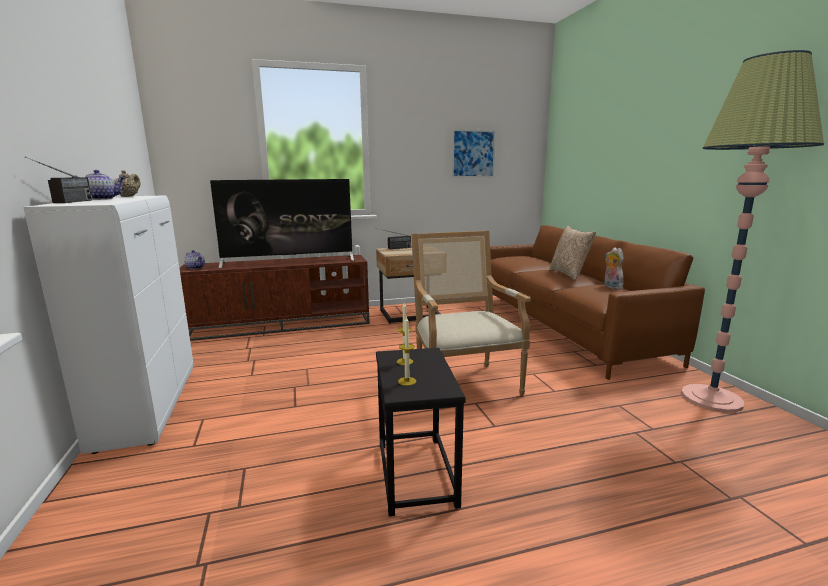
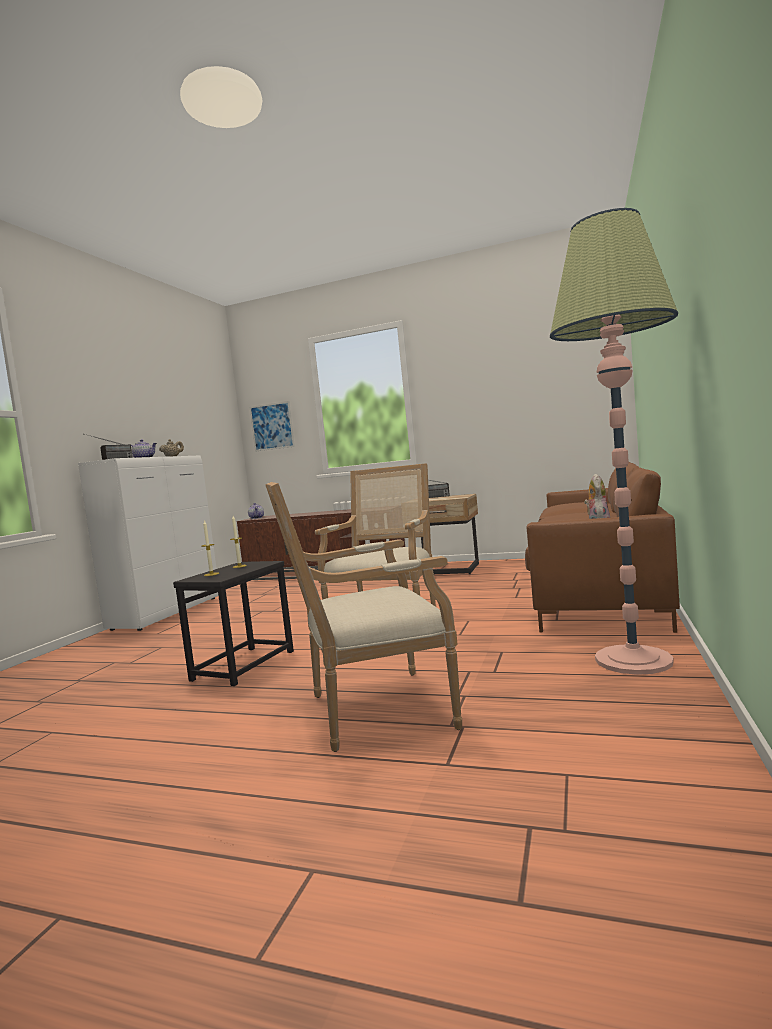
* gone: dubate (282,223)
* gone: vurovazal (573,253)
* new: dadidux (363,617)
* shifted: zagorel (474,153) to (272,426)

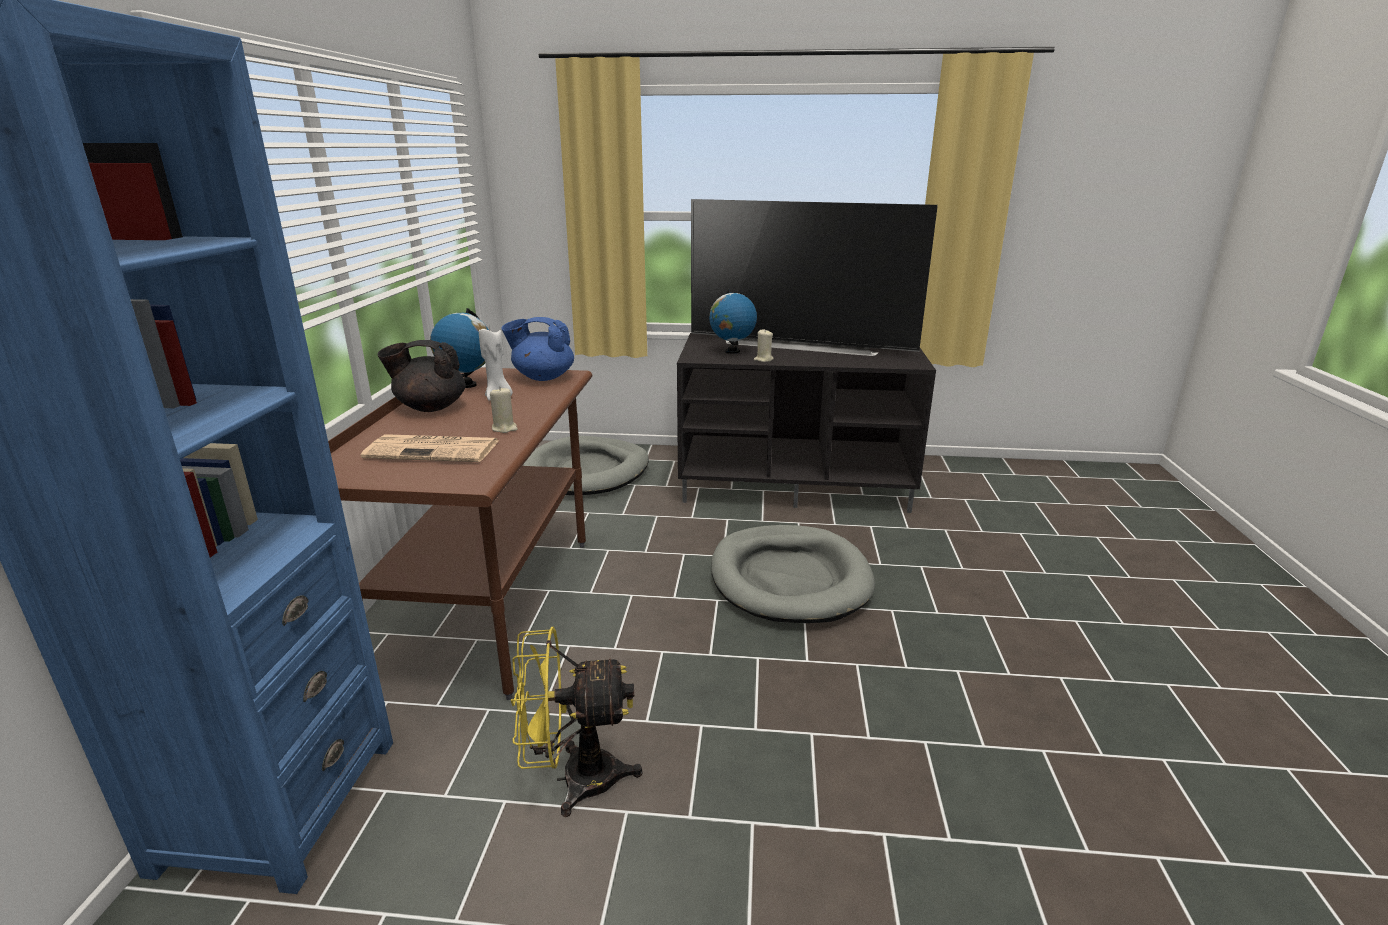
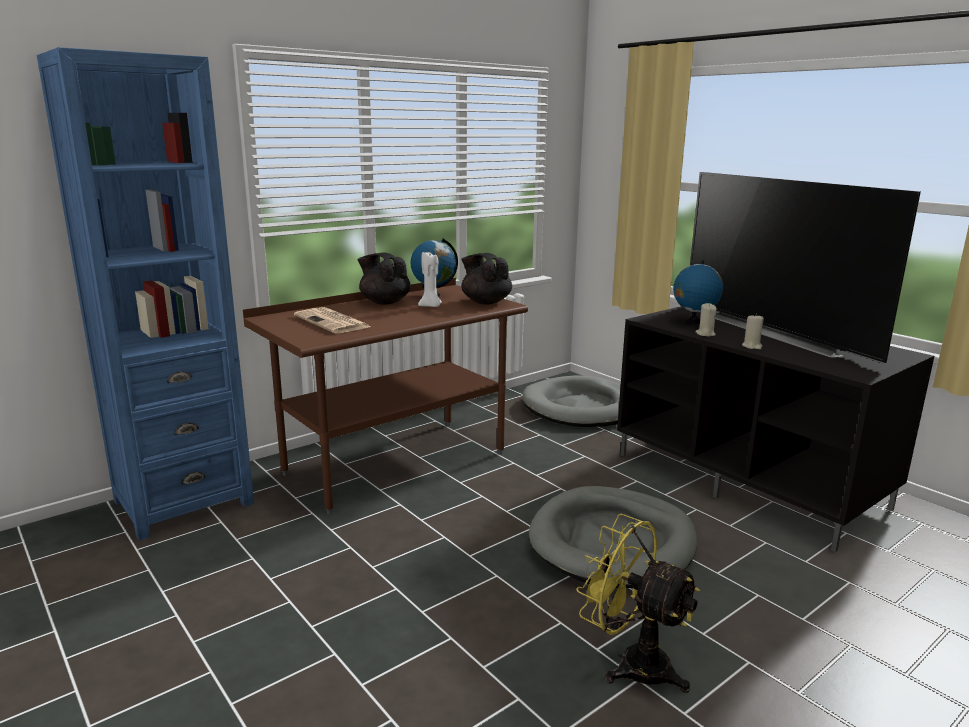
* shifted: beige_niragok (504,410) to (753,331)
* shifted: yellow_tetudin (577,722) to (638,603)
* repainted: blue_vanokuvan (537,349) to black_vanokuvan (486,278)

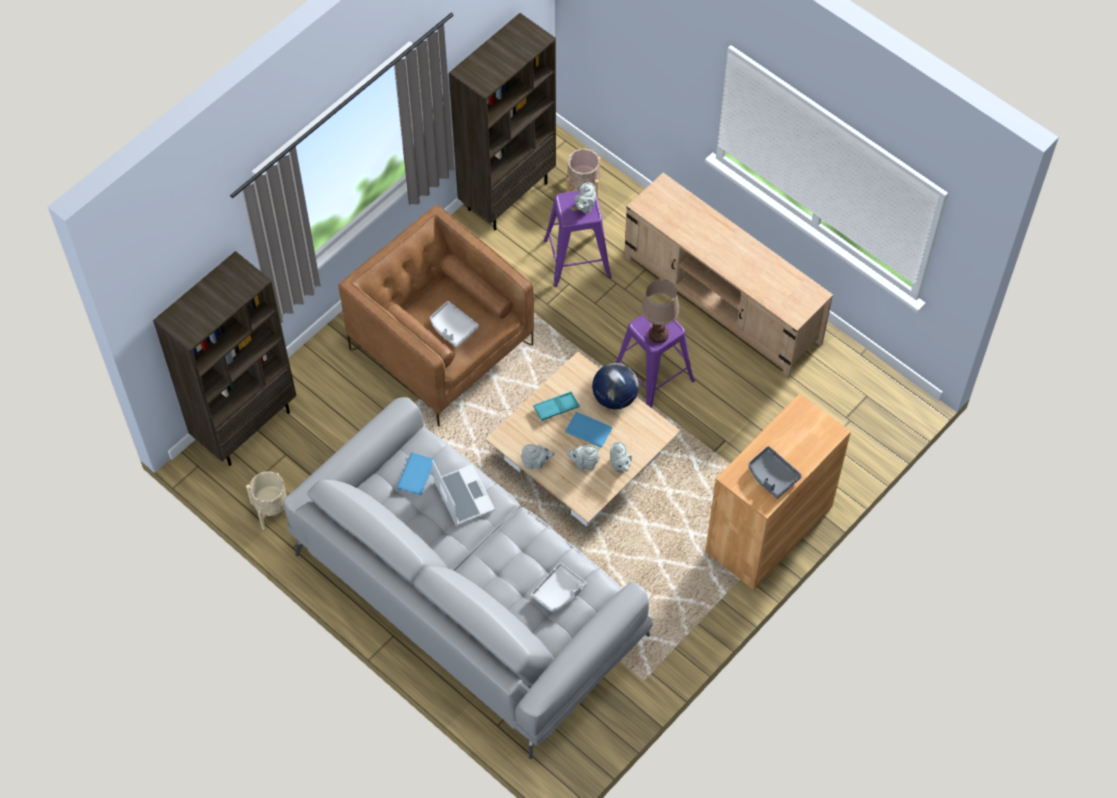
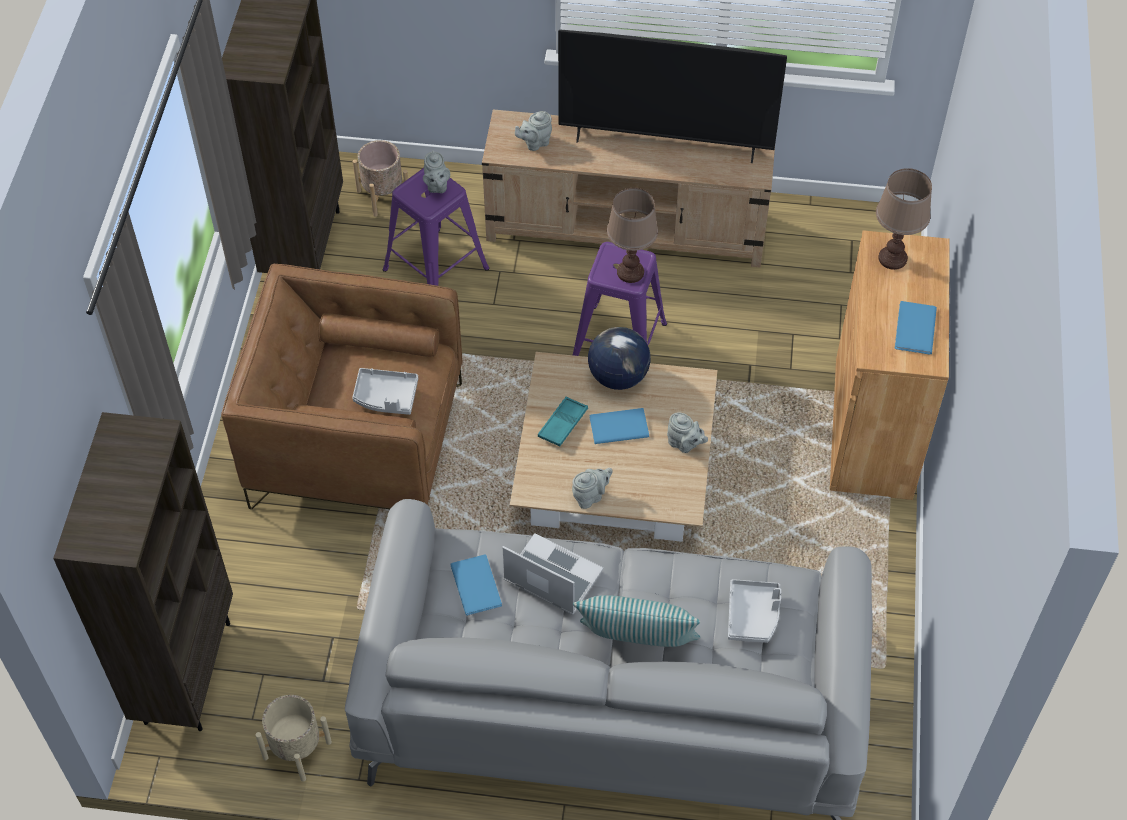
* new: dubate (672,96)
* new: vurovazal (636,621)
* new: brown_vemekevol (904,219)
* shifted: grey_vanokuvan (583,458) to (533,131)
* swapped: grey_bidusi (775,472) to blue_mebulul (916,328)

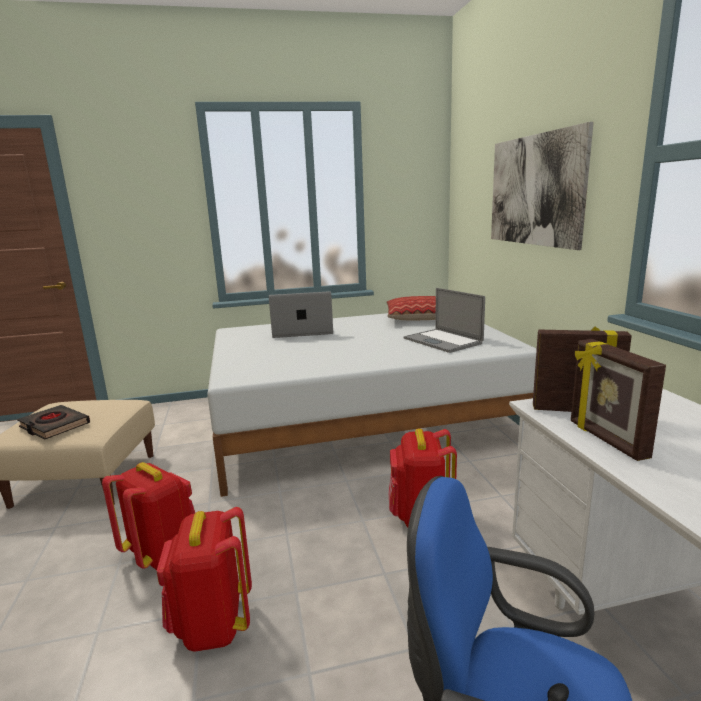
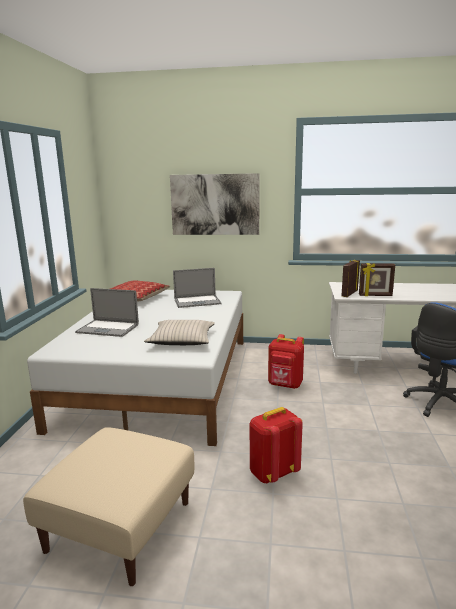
* gone: black_mebulul (53,422)
* gone: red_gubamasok (204,579)
* new: beige_vurovazal (179,332)
* rotated: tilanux (301,314) = (107,312) 90 degrees counterclockwise

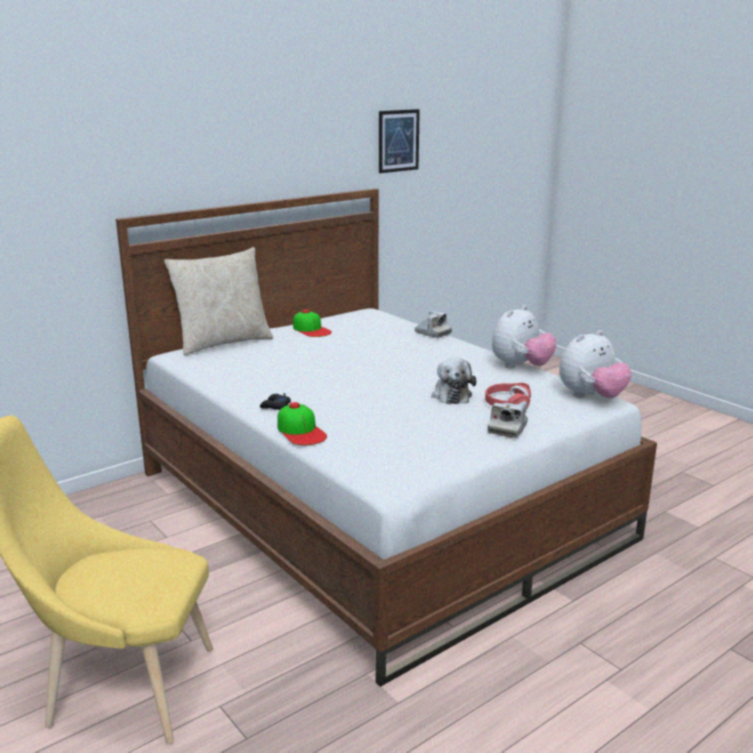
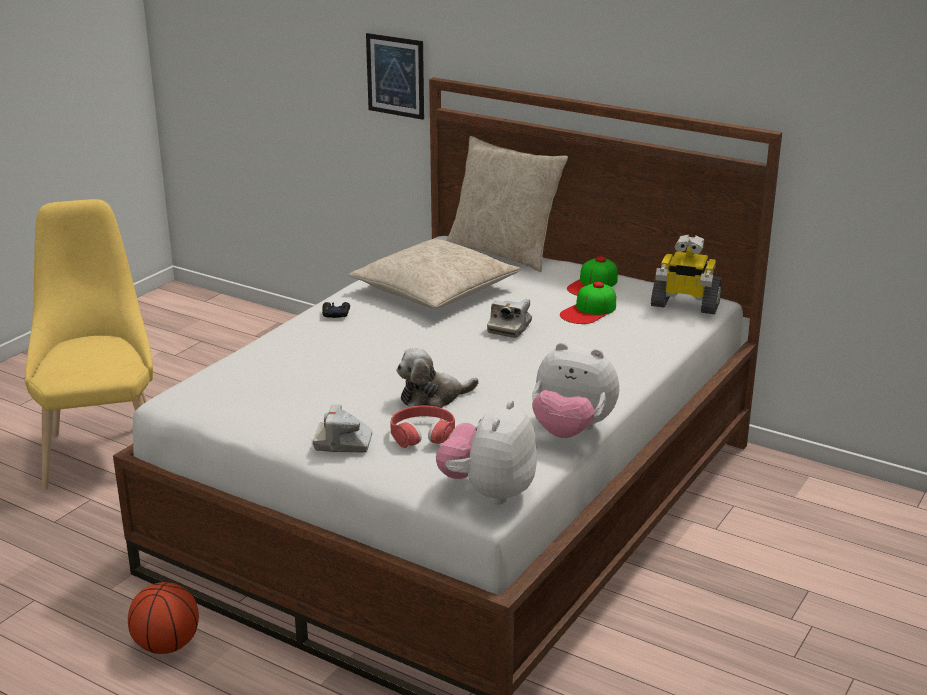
* new: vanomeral (163,618)
* new: beige_vurovazal (435,273)
* new: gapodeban (686,274)
* shifted: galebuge (302,423) to (588,303)
* shifted: zagorel (399,141) to (395,76)
* shifted: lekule (433,324) to (509,318)
* rotated: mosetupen (595,364) = (486,452) 75 degrees clockwise

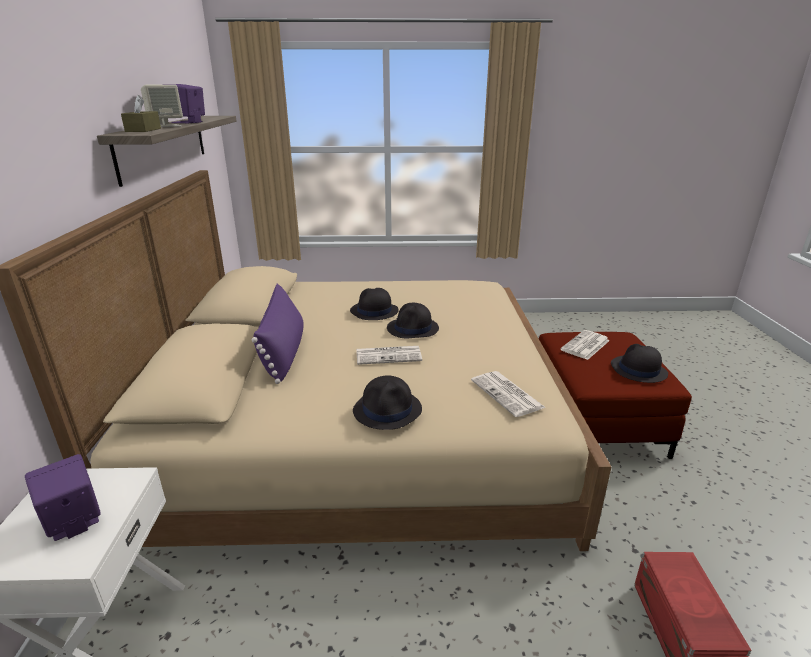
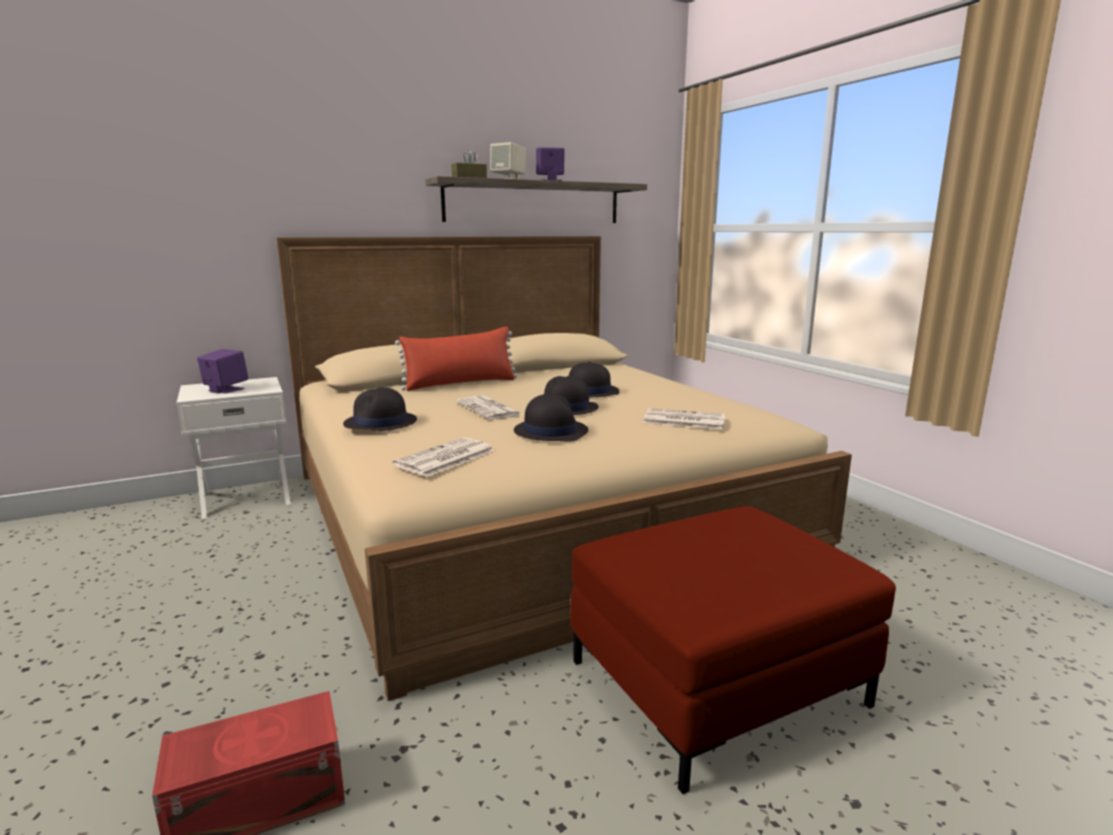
* shifted: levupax (585,345) to (684,418)
* shifted: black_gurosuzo (639,363) to (551,418)
* repainted: purple_vurovazal (278,334) to red_vurovazal (456,358)

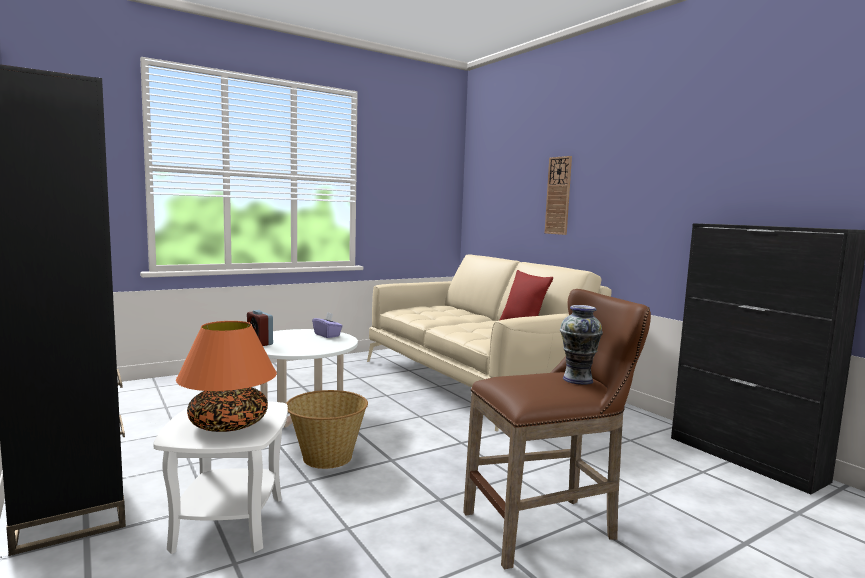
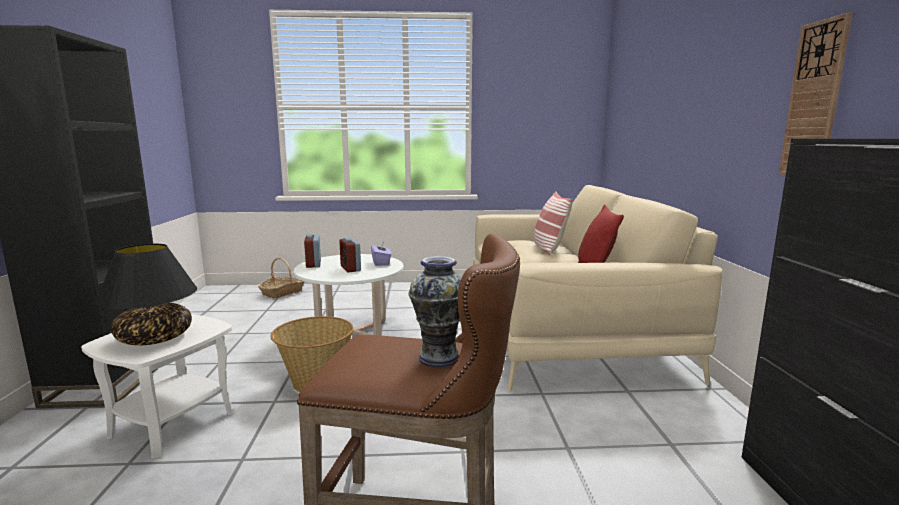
* new: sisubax (281,278)
* new: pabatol (350,255)
* new: vurovazal (553,223)
* shifted: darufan (558,195) to (815,94)
* repainted: orange_vemekevol (226,376) to black_vemekevol (146,294)

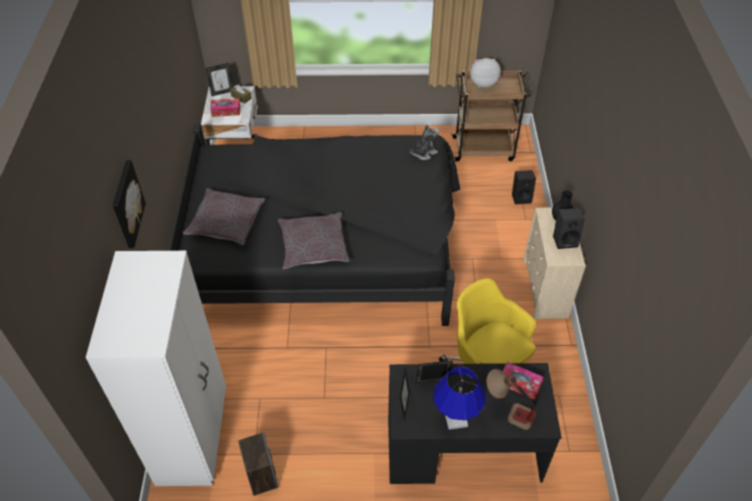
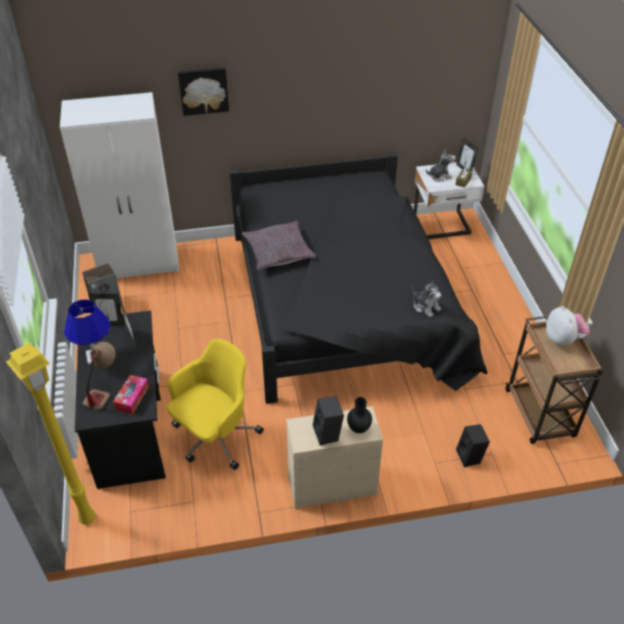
* gone: grey_vurovazal (224,216)
* new: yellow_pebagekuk (51,433)
* swapped: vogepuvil (225,107) to mosetupen (440,165)

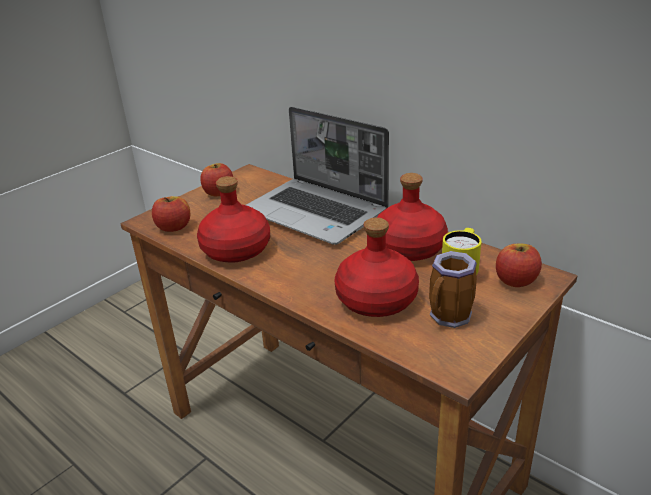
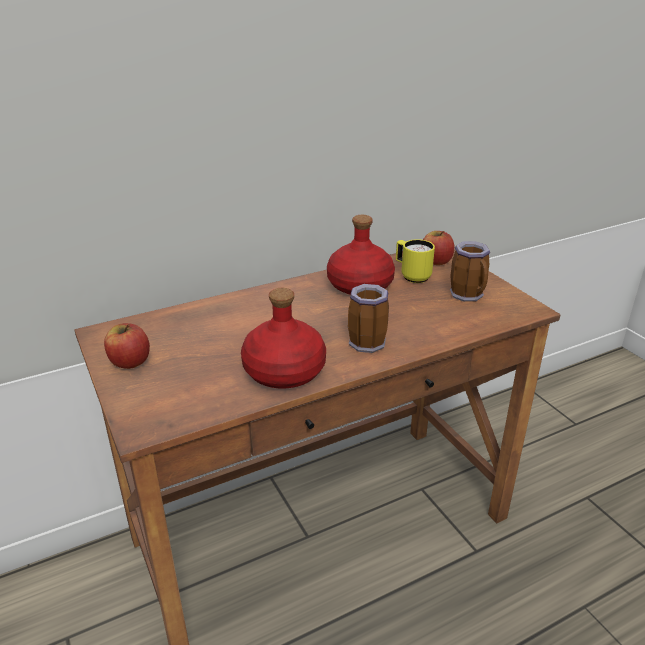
* gone: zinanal (171,214)
* gone: tilanux (317,176)
* gone: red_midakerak (376,267)
* new: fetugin (368,318)

